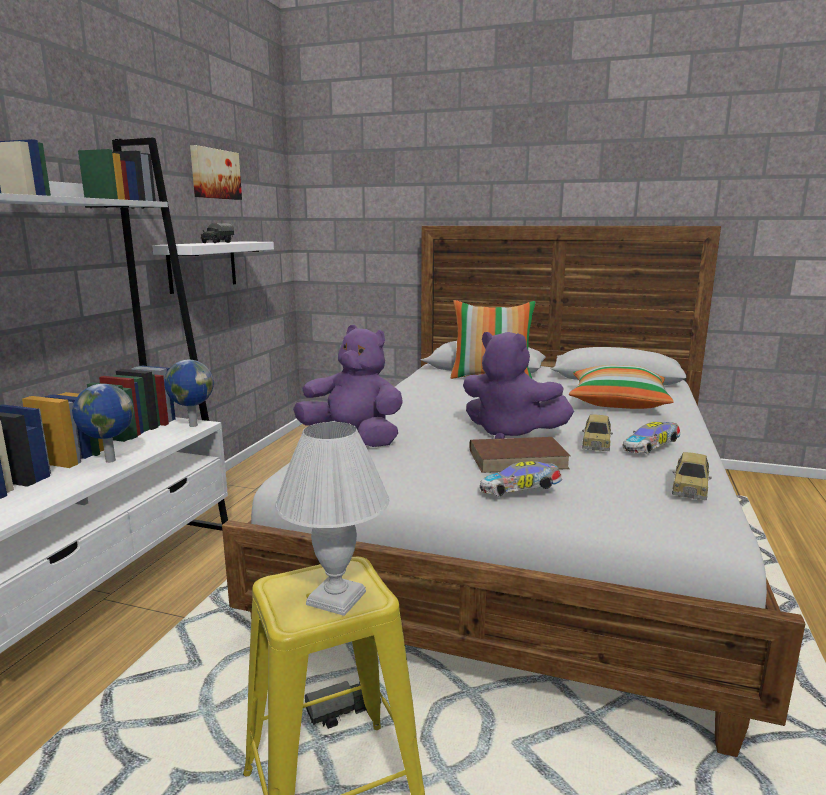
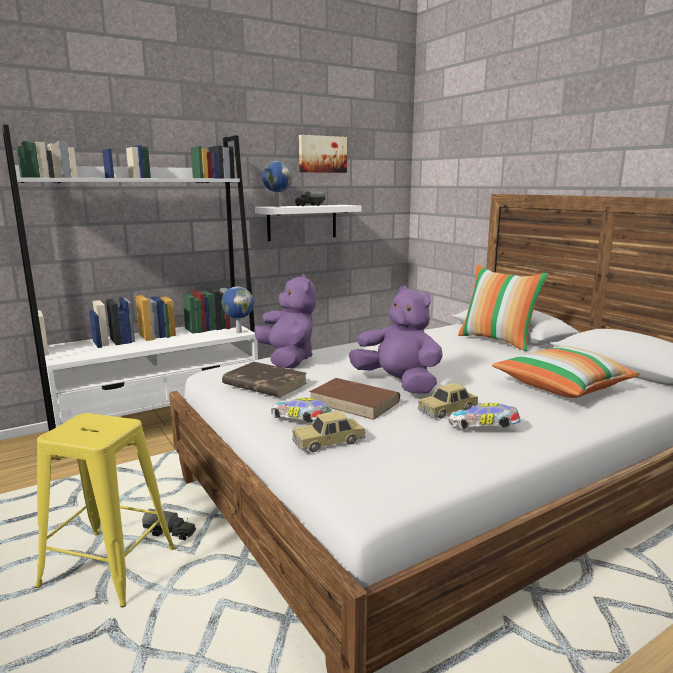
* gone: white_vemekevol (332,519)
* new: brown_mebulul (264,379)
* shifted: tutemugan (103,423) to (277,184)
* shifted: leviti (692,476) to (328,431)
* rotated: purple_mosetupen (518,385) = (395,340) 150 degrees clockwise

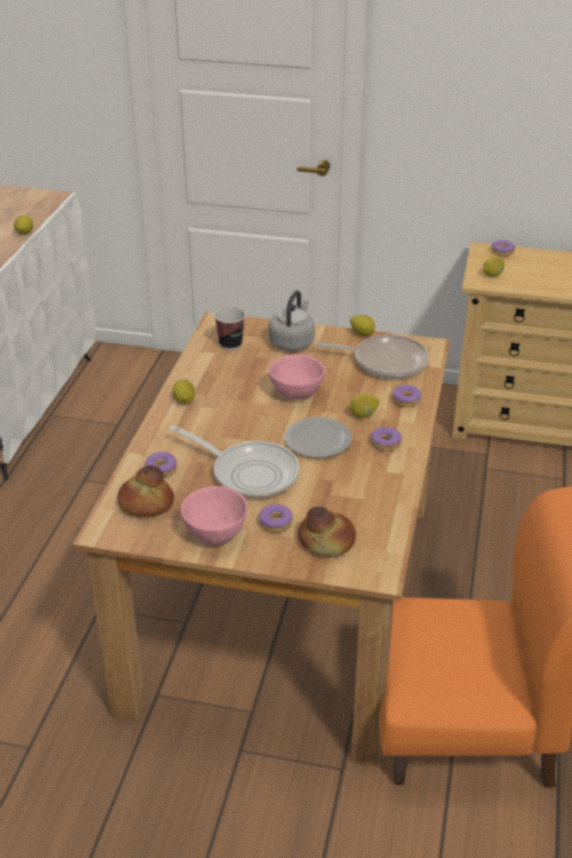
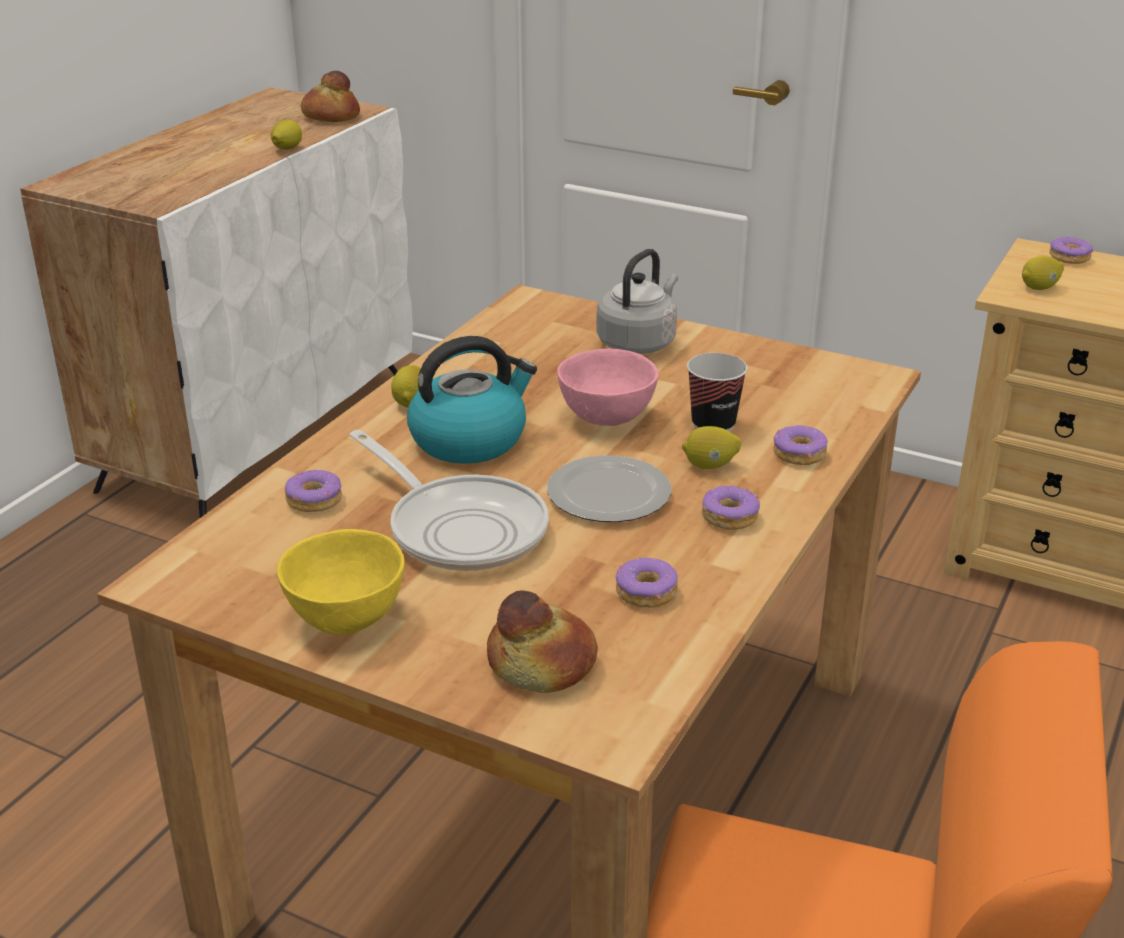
* gone: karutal (372,356)
* gone: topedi (362,325)
* new: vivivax (472,400)
* shifted: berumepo (146,491) to (330,96)
* shifted: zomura (229,328) to (717,392)
* shifted: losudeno (276,518) to (646,582)
* repainted: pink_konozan (214,515) to yellow_konozan (341,582)

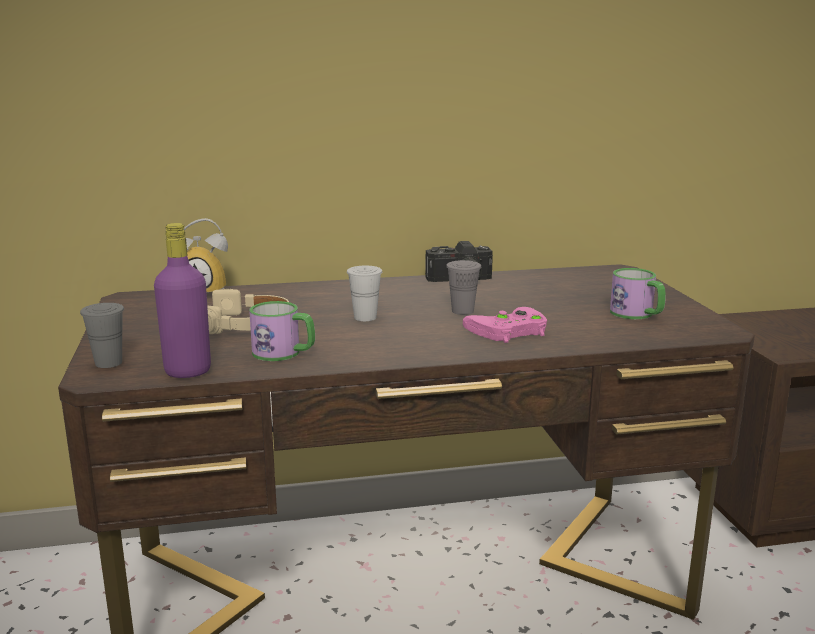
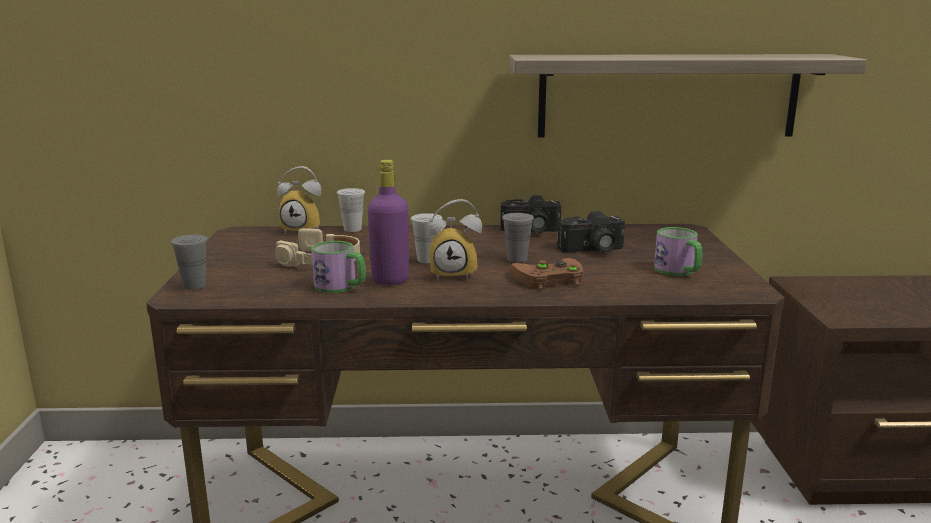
* new: white_zomura (351,210)
* new: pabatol (455,239)
* new: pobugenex (688,95)
* new: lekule (591,231)
* shifted: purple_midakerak (182,300) to (388,222)
* repainted: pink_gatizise (505,325) to brown_gatizise (546,274)

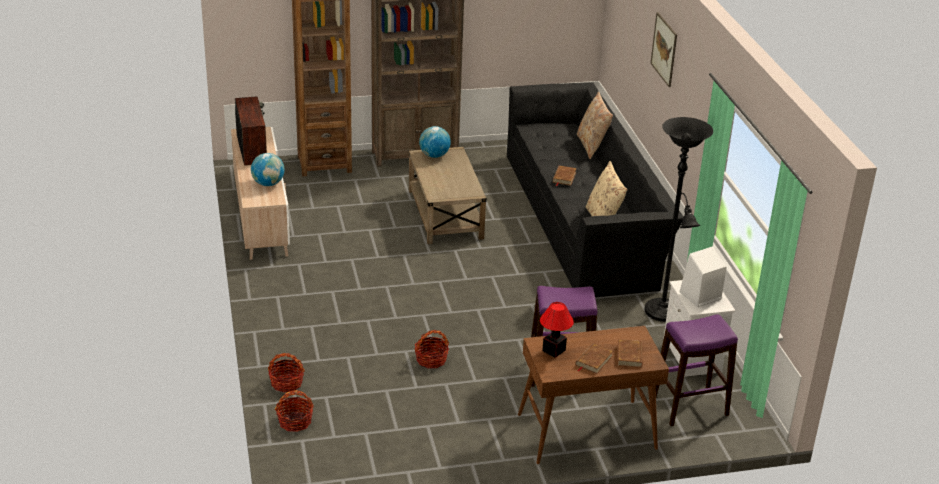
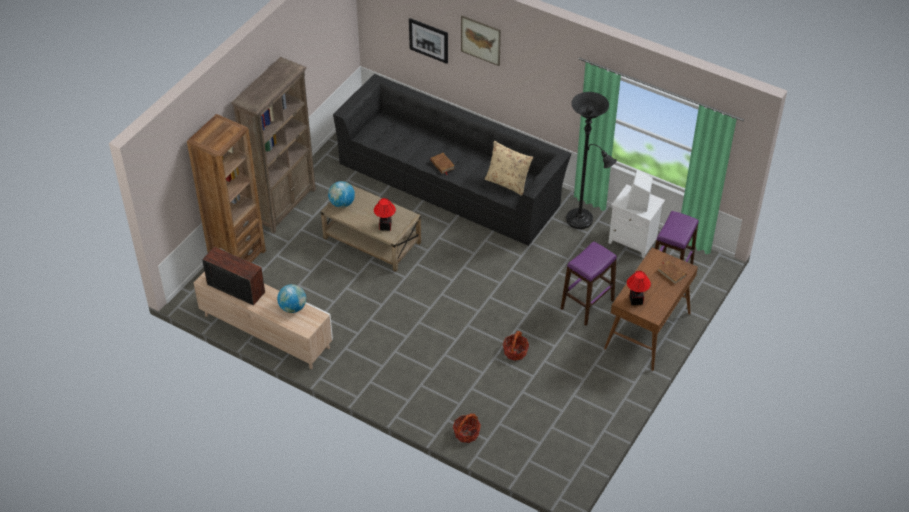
* gone: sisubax (294,411)
* gone: brown_mebulul (594,358)
* gone: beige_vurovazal (595,125)
* new: vemekevol (385,214)
* new: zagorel (428,41)

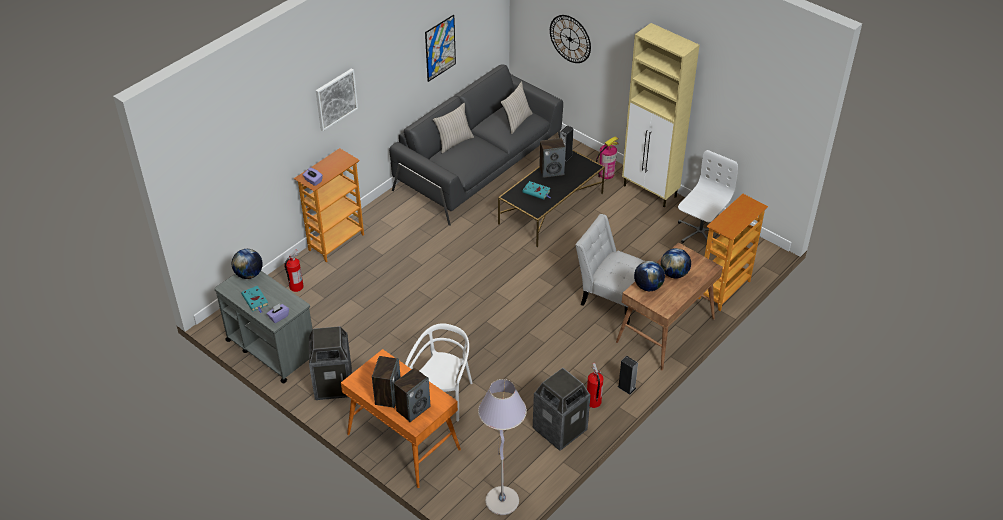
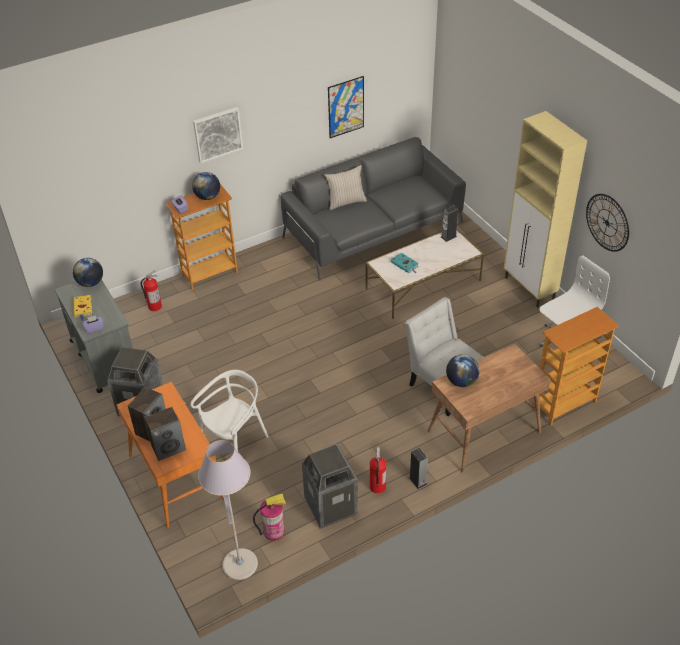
* gone: beige_vurovazal (517,107)
* gone: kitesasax (552,158)
* shifted: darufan (570,39) to (607,223)
* shifted: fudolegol (607,157) to (269,517)
* shifted: tutemugan (676,263) to (206,186)
* repainted: turquoise_mebulul (254,299) to yellow_mebulul (83,308)
* repainted: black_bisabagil (551,198) to white_bisabagil (424,274)

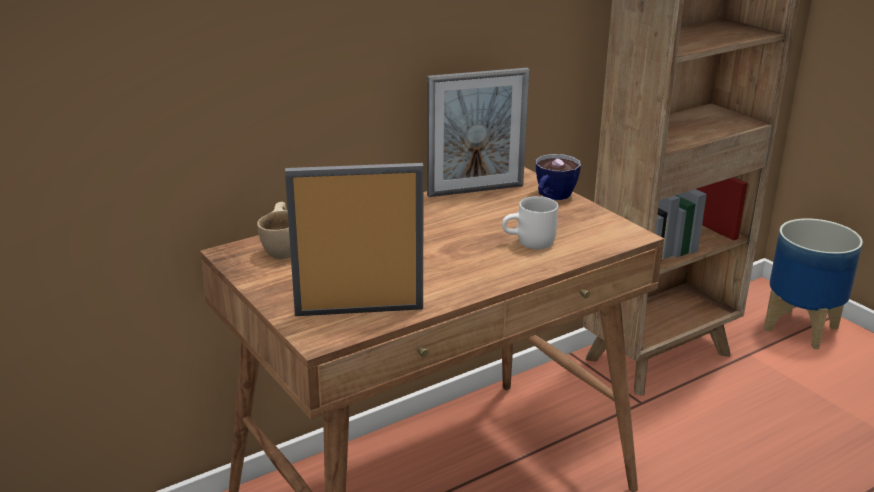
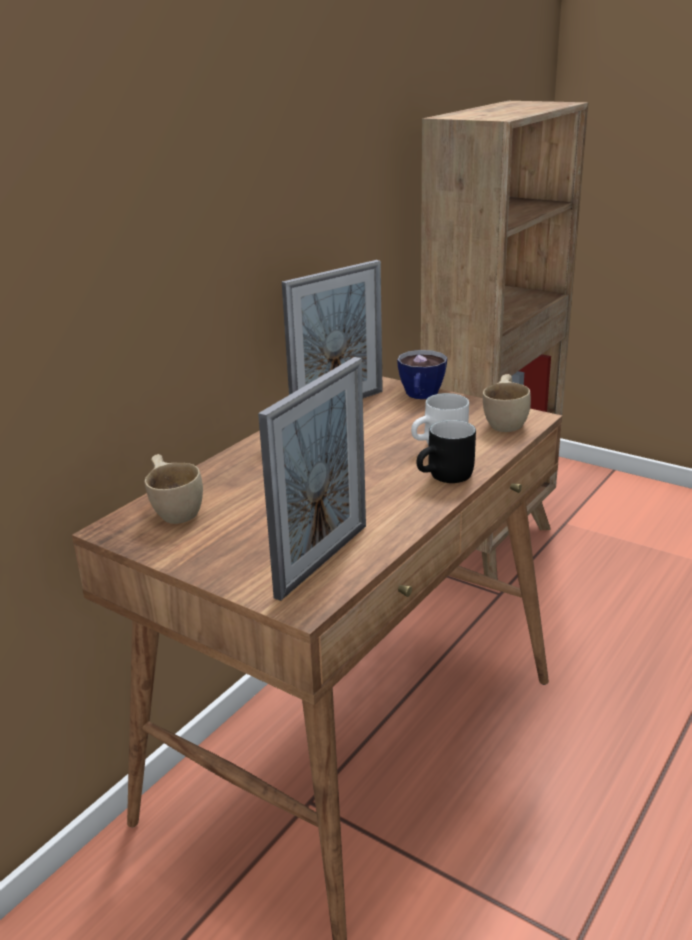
* gone: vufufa (813,283)
* new: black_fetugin (446,451)
* new: beige_zomura (507,403)
* rotated: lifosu (354,239) = (312,479) 150 degrees clockwise

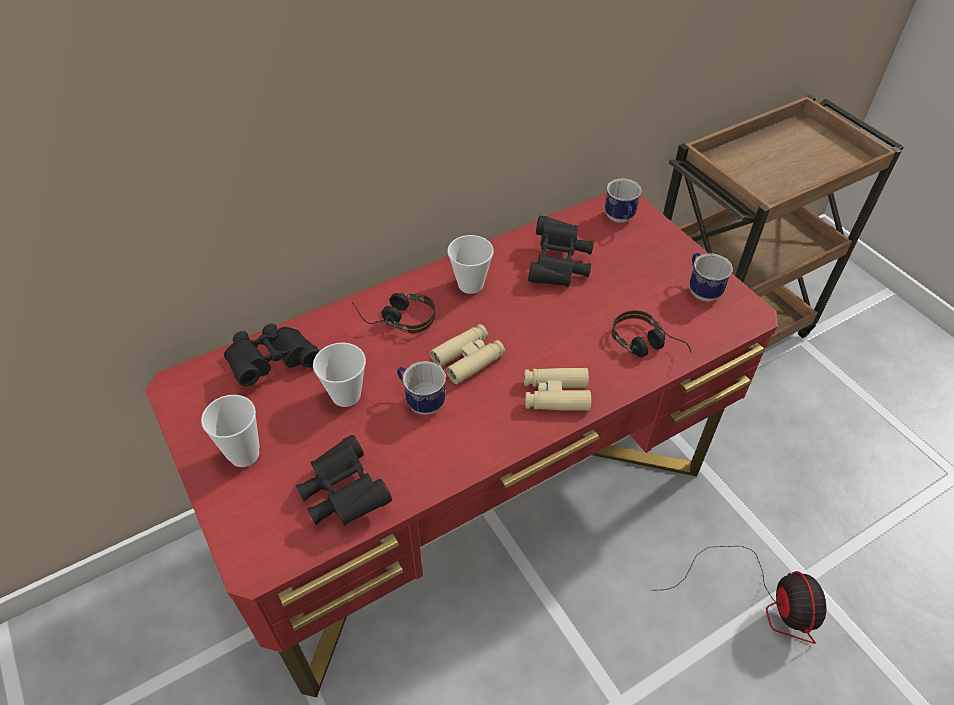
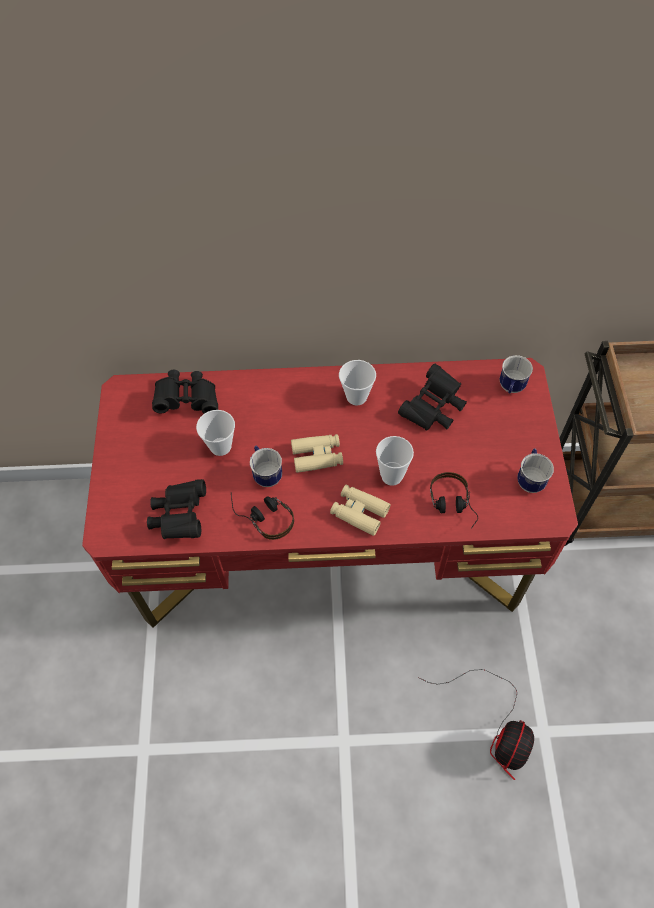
* shifted: zomura (230,431) to (395,461)
* shifted: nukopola (393,313) to (262,516)

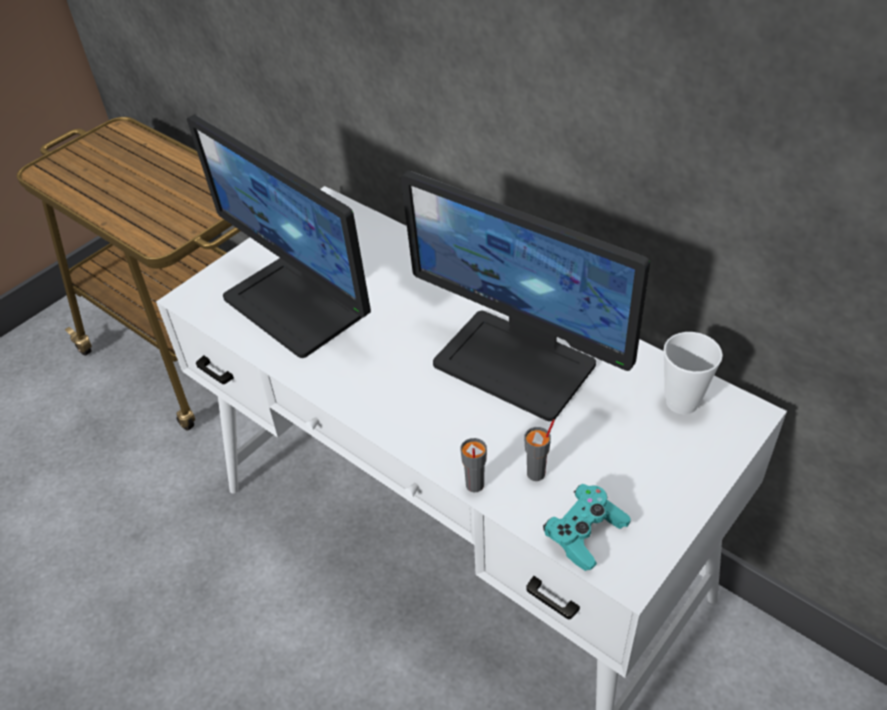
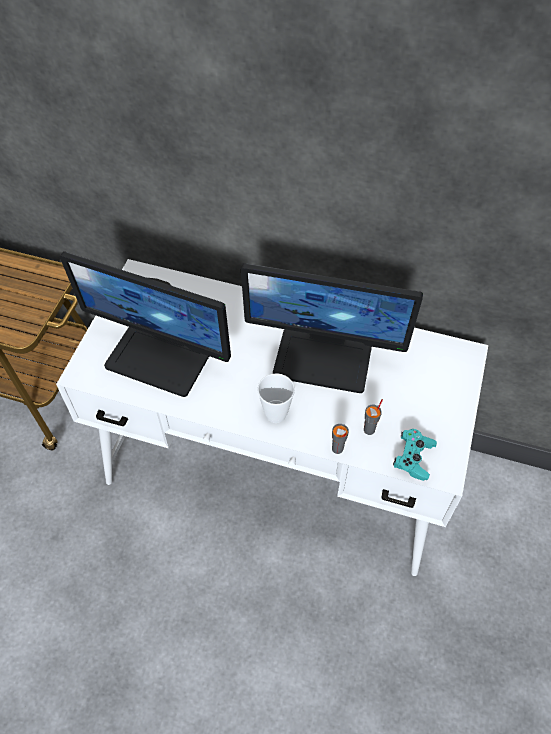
* shifted: zomura (693,373) to (276,398)

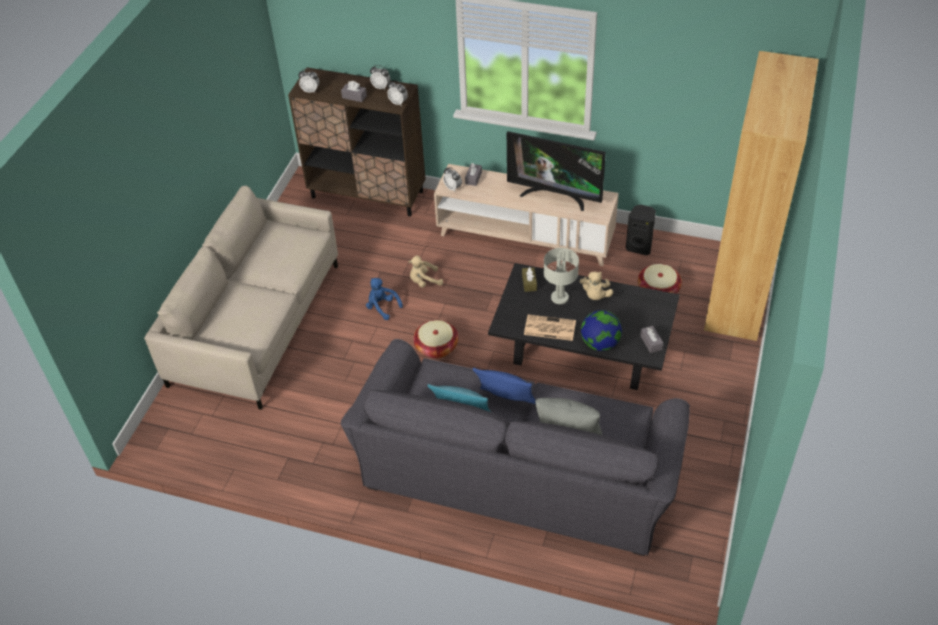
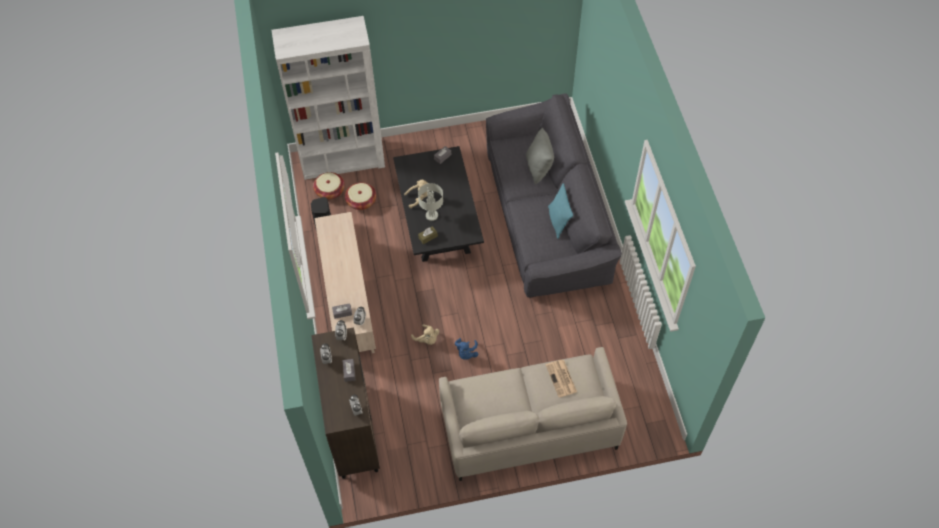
* gone: blue_vurovazal (504,386)
* gone: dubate (556,171)
* gone: tutemugan (601,330)
* shifted: sisubax (435,339) to (329,186)
* shifted: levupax (550,327) to (561,378)
* repainted: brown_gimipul (761,196) to white_gimipul (328,98)

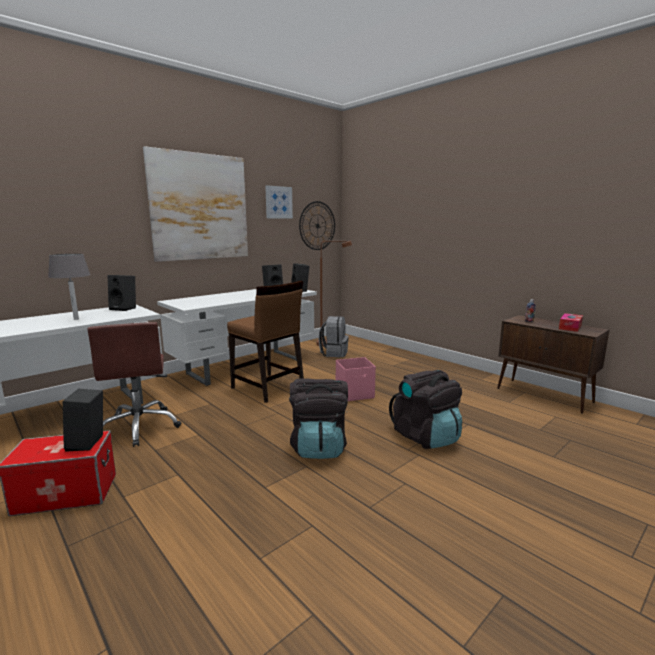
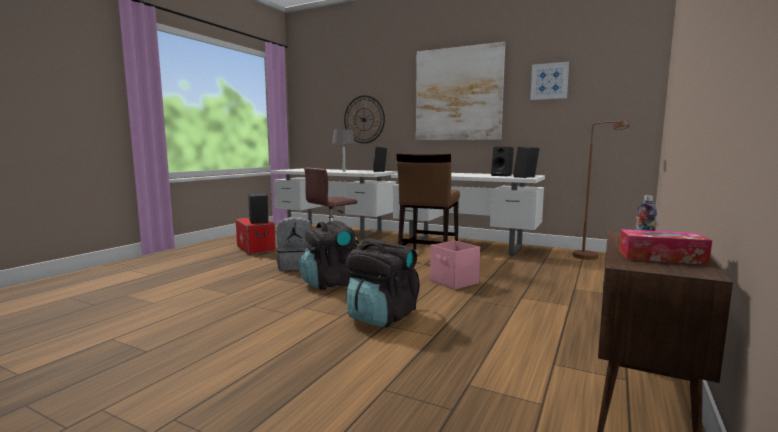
* shifted: darufan (317,225) to (364,119)
* shifted: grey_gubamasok (333,336) to (294,243)

